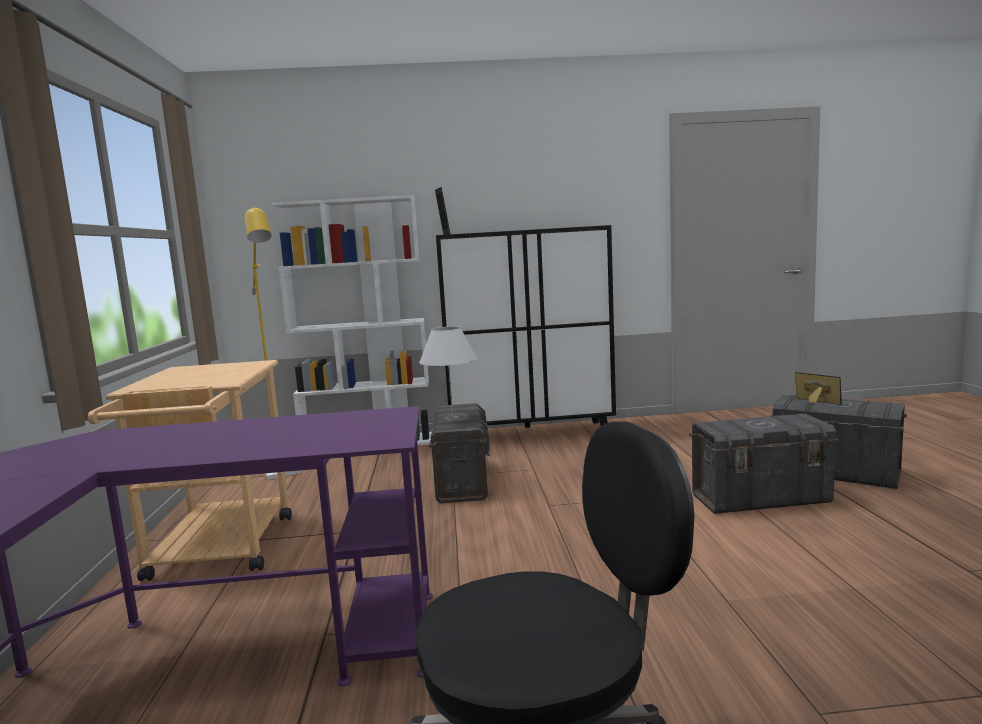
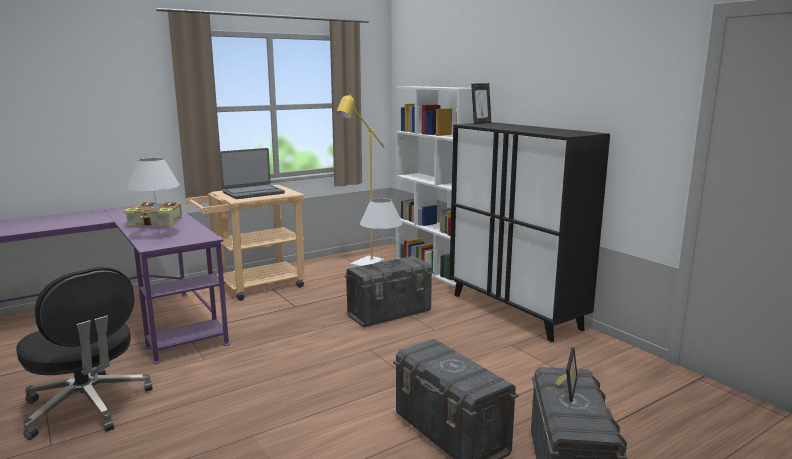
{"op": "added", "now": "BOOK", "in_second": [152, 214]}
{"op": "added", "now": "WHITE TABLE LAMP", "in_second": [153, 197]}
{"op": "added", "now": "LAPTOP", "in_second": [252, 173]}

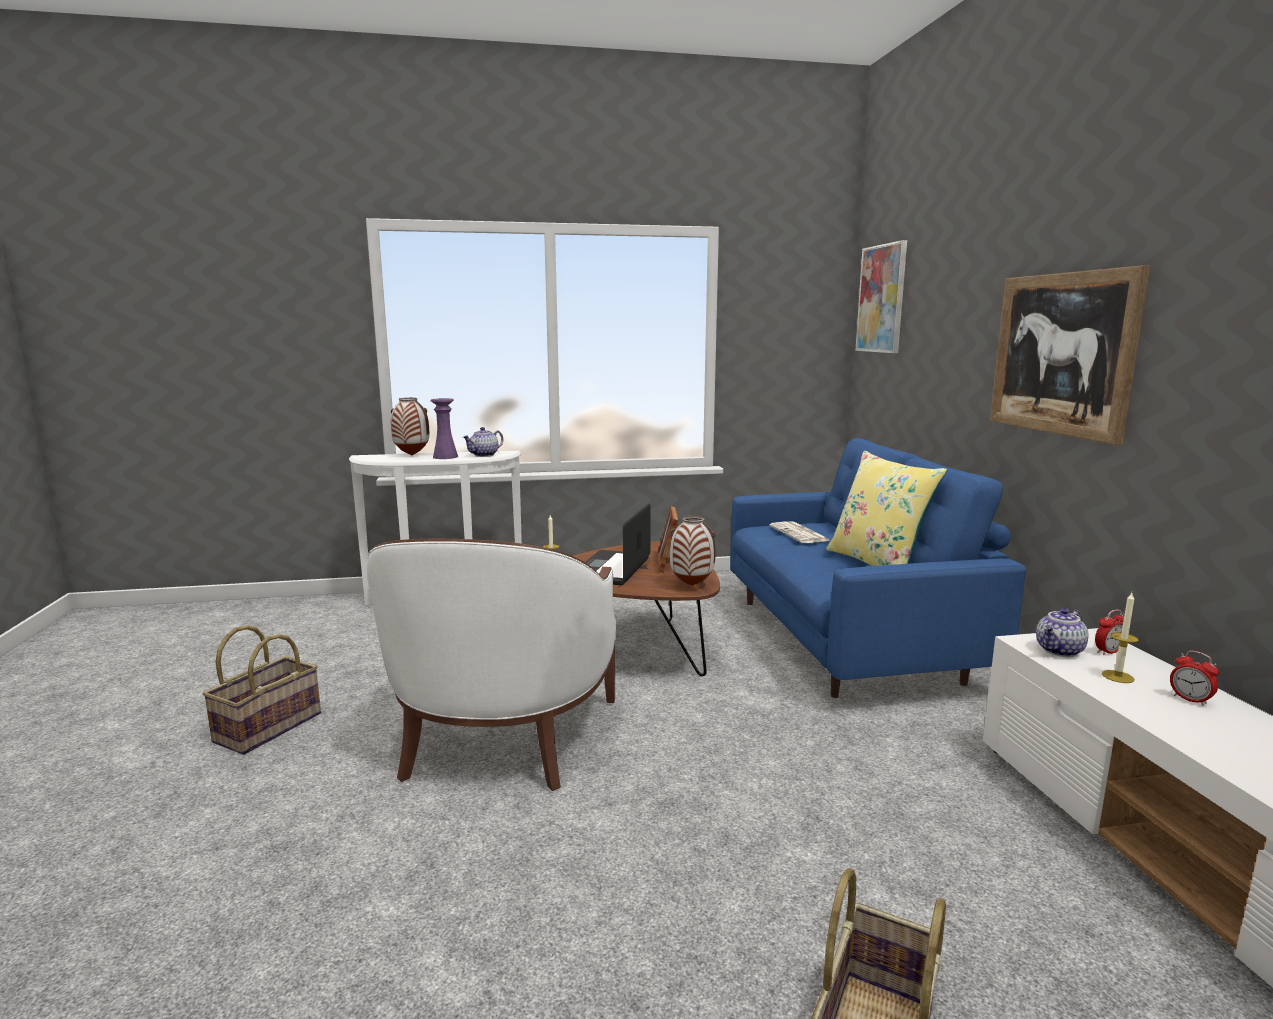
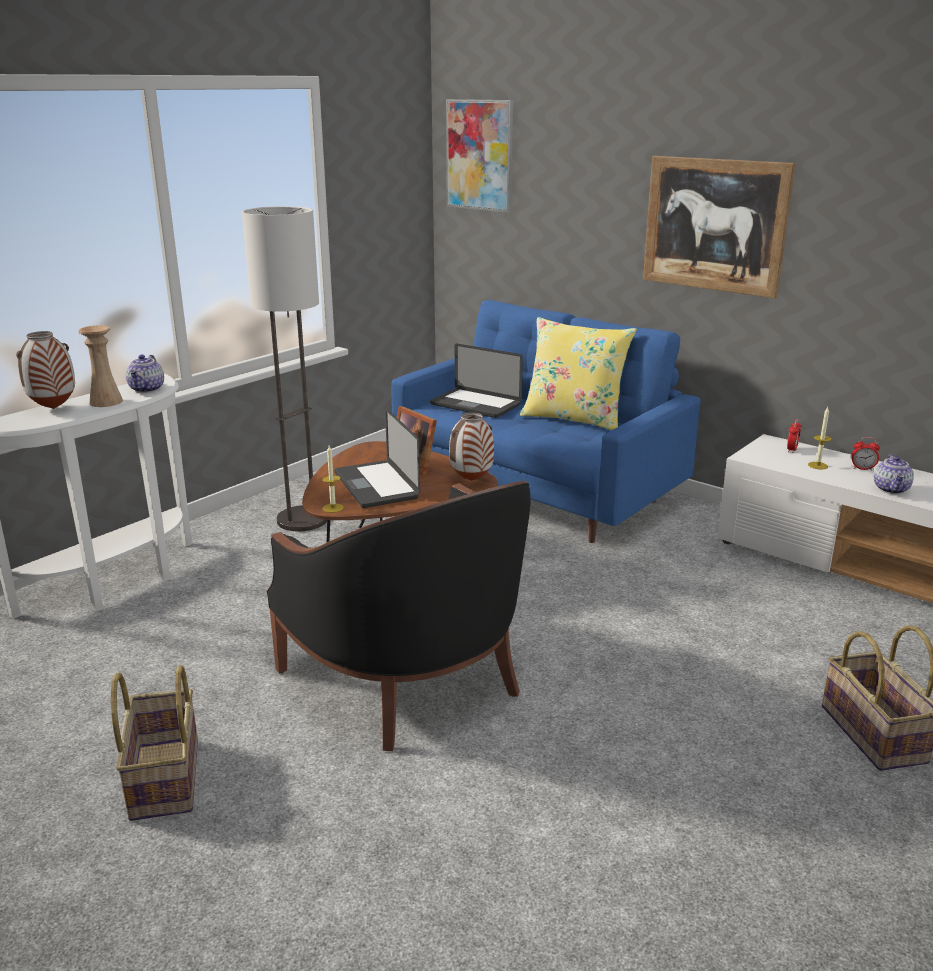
{"op": "recoloured", "was": "PURPLE VASE", "now": "BEIGE VASE", "in_first": [444, 428], "in_second": [100, 366]}
{"op": "added", "now": "FLOOR LAMP", "in_second": [284, 368]}
{"op": "recoloured", "was": "WHITE ARMCHAIR", "now": "BLACK ARMCHAIR", "in_first": [491, 665], "in_second": [398, 616]}
{"op": "replaced", "was": "NEWSPAPER", "now": "LAPTOP", "in_first": [799, 532], "in_second": [476, 381]}
{"op": "moved", "was": "TEAPOT", "in_first": [1062, 632], "in_second": [894, 474]}

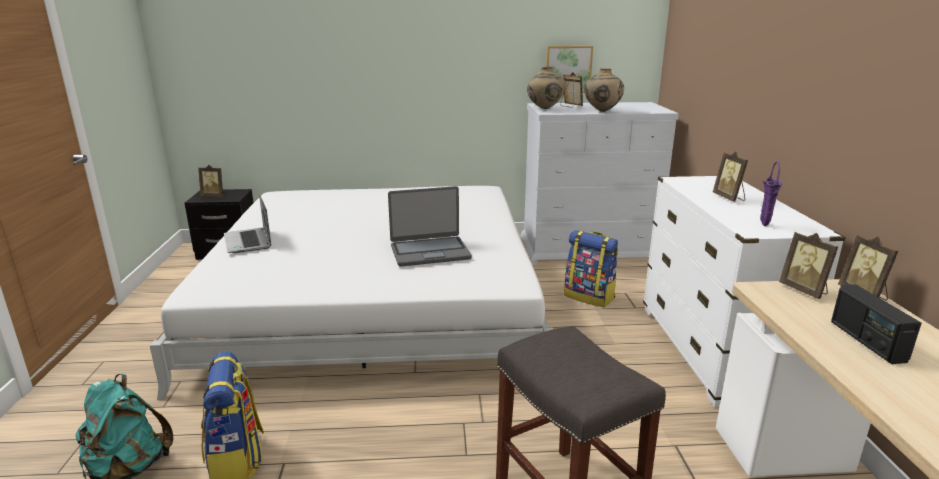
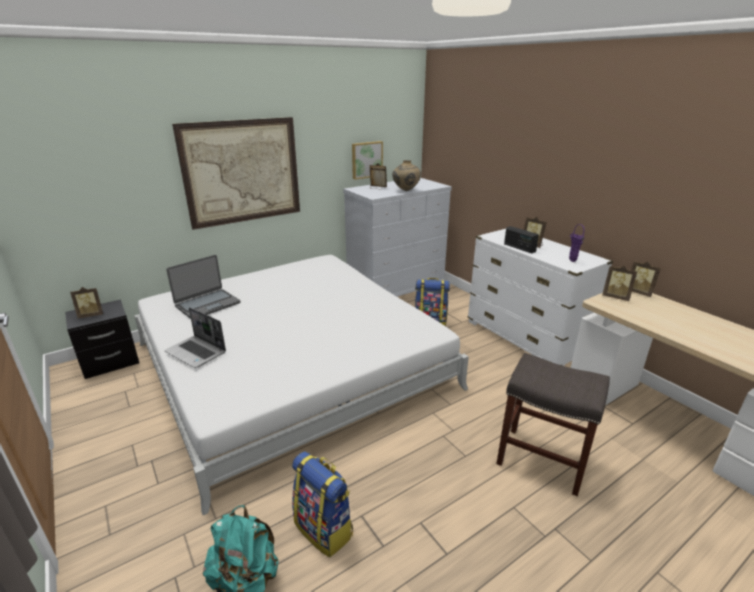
{"op": "moved", "was": "LAPTOP", "in_first": [430, 226], "in_second": [203, 287]}
{"op": "added", "now": "PICTURE", "in_second": [236, 173]}
{"op": "moved", "was": "RADIO", "in_first": [876, 324], "in_second": [521, 239]}
{"op": "removed", "was": "BEIGE VASE", "in_first": [546, 88]}

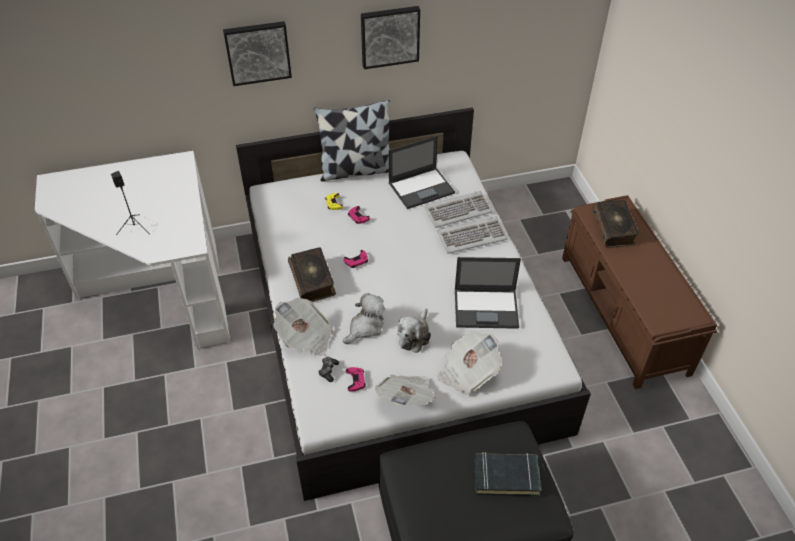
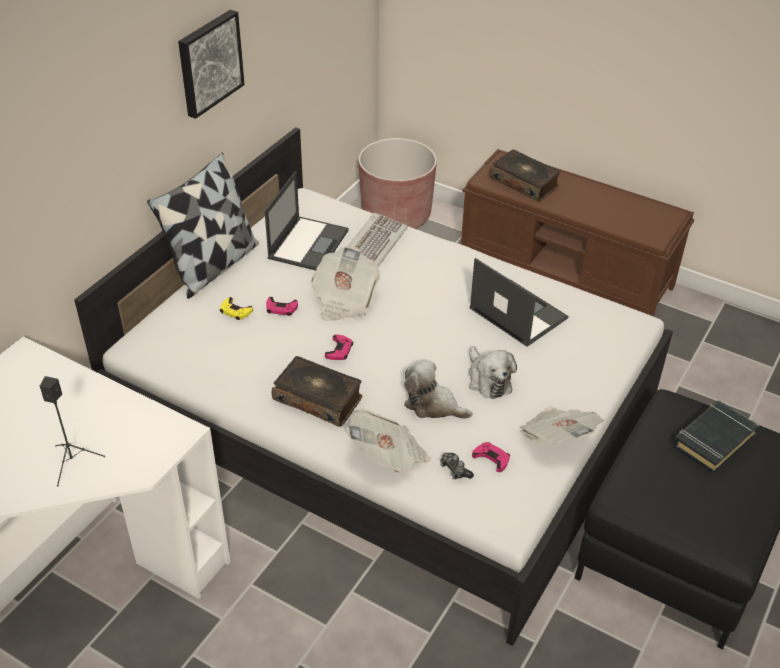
{"op": "moved", "was": "NEWSPAPER", "in_first": [470, 363], "in_second": [345, 283]}
{"op": "added", "now": "BROWN PLANTER", "in_second": [397, 183]}
{"op": "turned", "was": "PLUSH TOY", "in_first": [364, 318], "in_second": [438, 389], "clockwise": -60}
{"op": "turned", "was": "LAPTOP", "in_first": [488, 293], "in_second": [519, 302], "clockwise": -90}
{"op": "removed", "was": "PICTURE", "in_first": [257, 53]}
{"op": "removed", "was": "KEYBOARD", "in_first": [472, 235]}

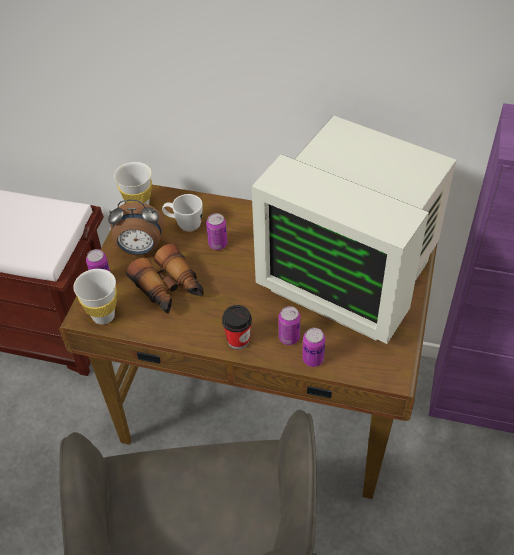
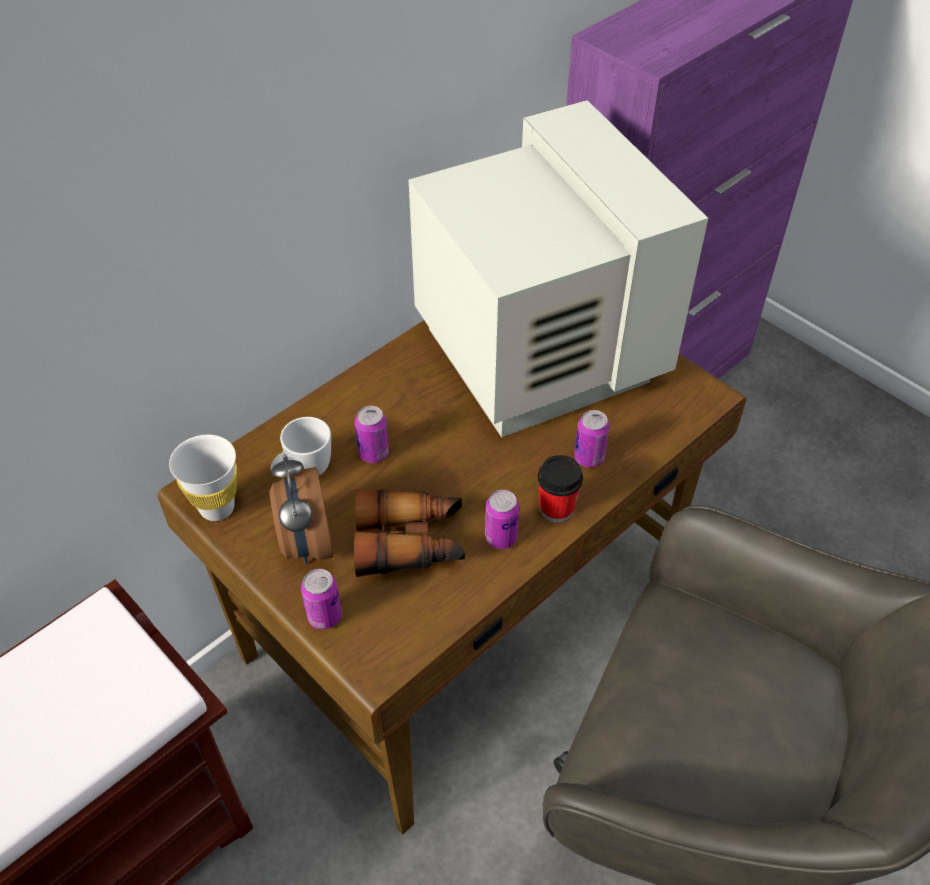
{"op": "turned", "was": "ALARM CLOCK", "in_first": [136, 227], "in_second": [301, 509], "clockwise": 135}
{"op": "turned", "was": "MONITOR", "in_first": [354, 229], "in_second": [558, 268], "clockwise": -90}
{"op": "moved", "was": "CAN", "in_first": [313, 347], "in_second": [502, 519]}
{"op": "removed", "was": "WHITE CUP", "in_first": [95, 297]}

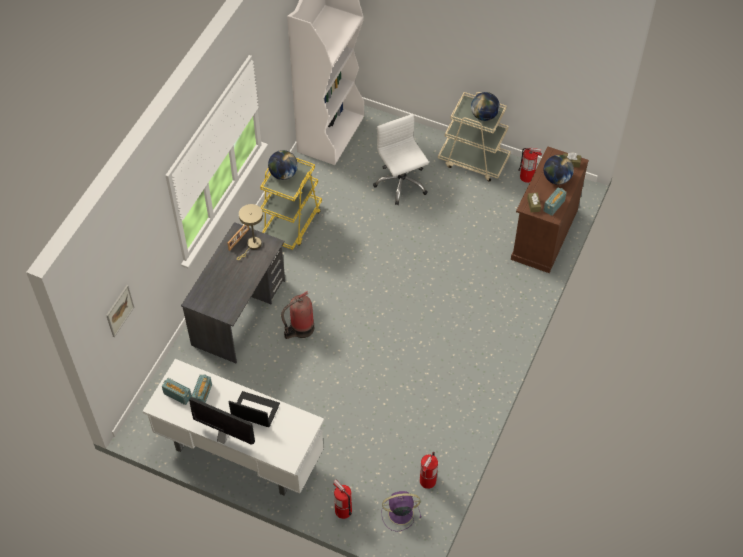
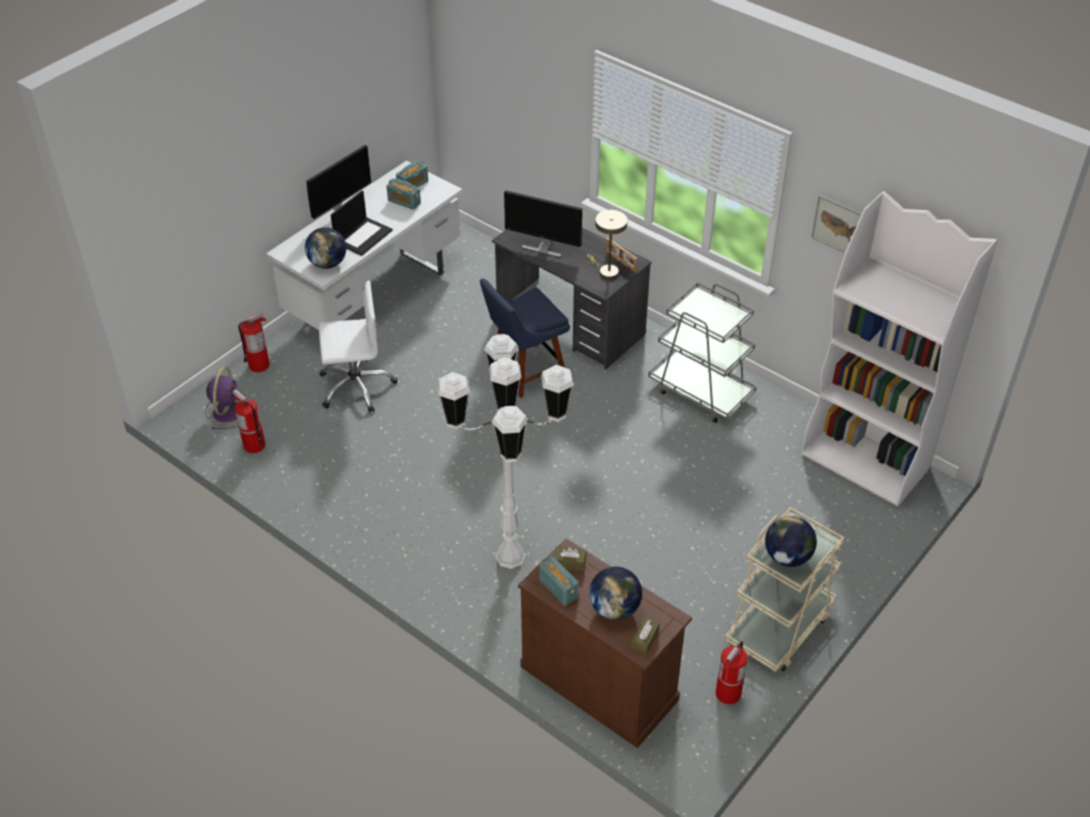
{"op": "moved", "was": "GLOBE", "in_first": [283, 165], "in_second": [325, 248]}
{"op": "moved", "was": "WHITE OFFICE CHAIR", "in_first": [401, 159], "in_second": [358, 347]}
{"op": "added", "now": "WHITE FLOOR LAMP", "in_second": [505, 451]}
{"op": "replaced", "was": "FIRE EXTINGUISHER", "now": "BLUE CHAIR", "in_first": [297, 315], "in_second": [525, 338]}
{"op": "added", "now": "MONITOR", "in_second": [543, 224]}
{"op": "recoloured", "was": "YELLOW CART", "now": "GREY CART", "in_first": [291, 204], "in_second": [702, 352]}
{"op": "moved", "was": "PICTURE", "in_first": [120, 311], "in_second": [836, 224]}

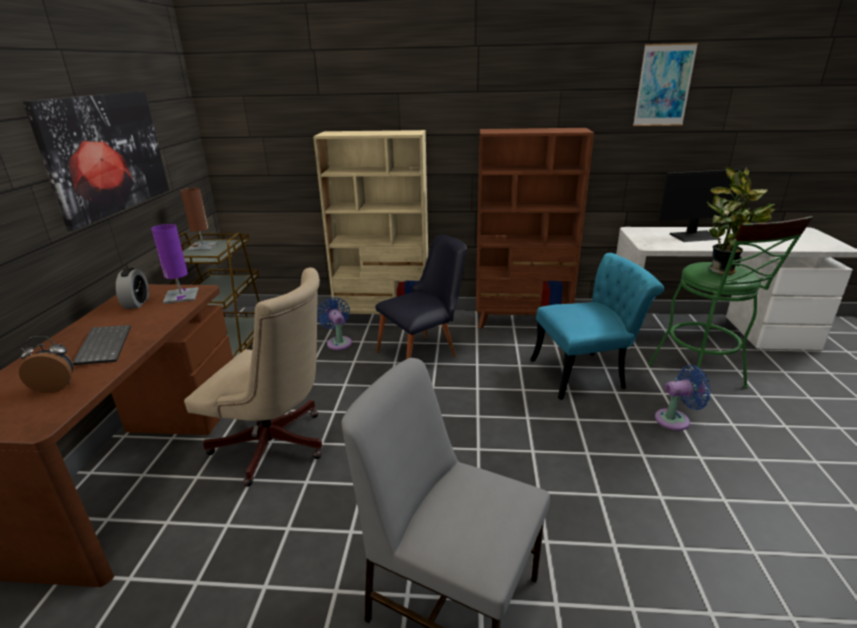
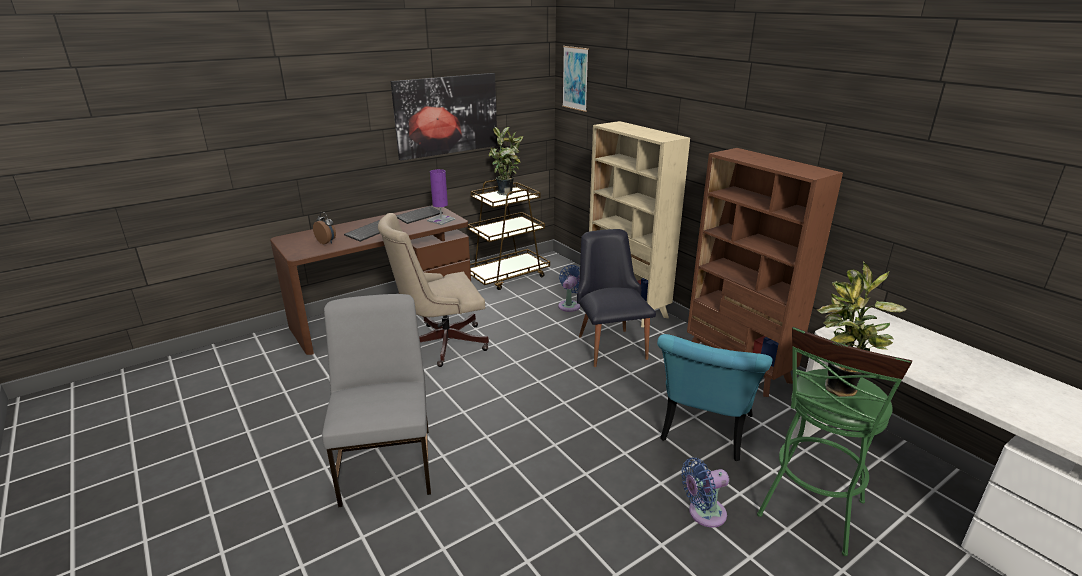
{"op": "turned", "was": "BEIGE OFFICE CHAIR", "in_first": [253, 377], "in_second": [433, 290], "clockwise": 90}
{"op": "replaced", "was": "ALARM CLOCK", "now": "KEYBOARD", "in_first": [132, 288], "in_second": [419, 215]}
{"op": "replaced", "was": "BROWN TABLE LAMP", "now": "POTTED PLANT", "in_first": [199, 219], "in_second": [506, 160]}
{"op": "moved", "was": "PICTURE", "in_first": [665, 84], "in_second": [575, 79]}
{"op": "turned", "was": "BLACK CHAIR", "in_first": [421, 296], "in_second": [616, 298], "clockwise": -120}
{"op": "turned", "was": "TURQUOISE CHAIR", "in_first": [597, 326], "in_second": [714, 397], "clockwise": 75}
{"op": "turned", "was": "BLUE FAN", "in_first": [683, 398], "in_second": [705, 492], "clockwise": 120}
{"op": "removed", "was": "MONITOR", "in_first": [700, 205]}

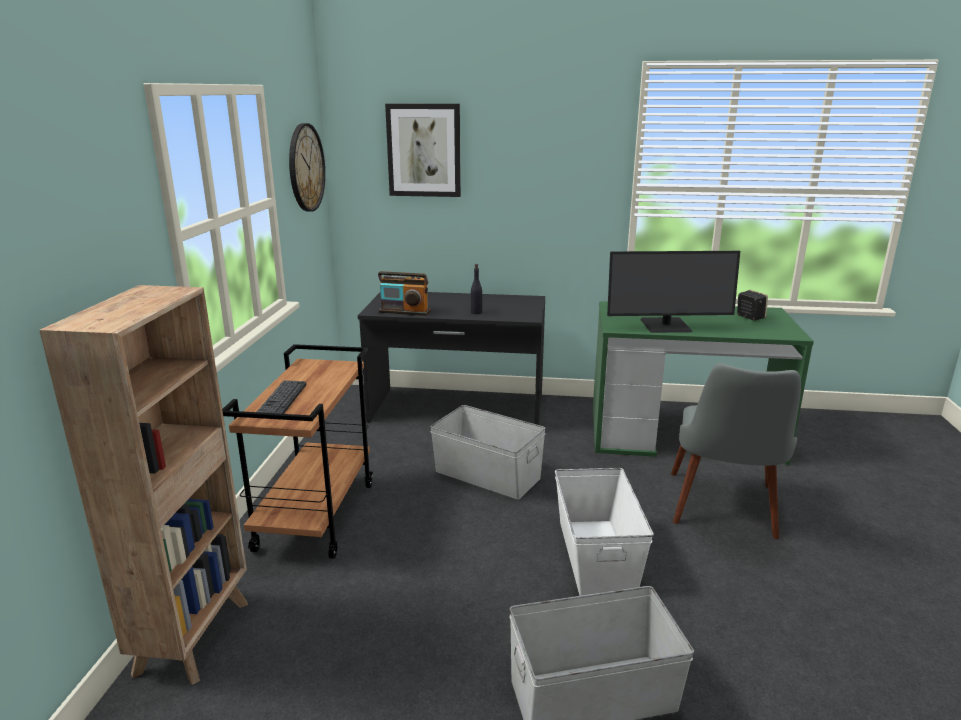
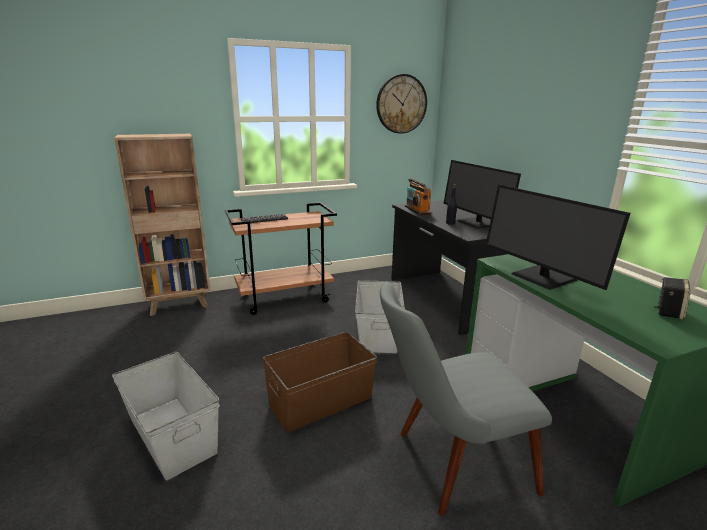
{"op": "recoloured", "was": "WHITE STORAGE BOX", "now": "BROWN STORAGE BOX", "in_first": [604, 532], "in_second": [320, 382]}
{"op": "added", "now": "MONITOR", "in_second": [482, 194]}
{"op": "removed", "was": "PICTURE", "in_first": [423, 150]}

